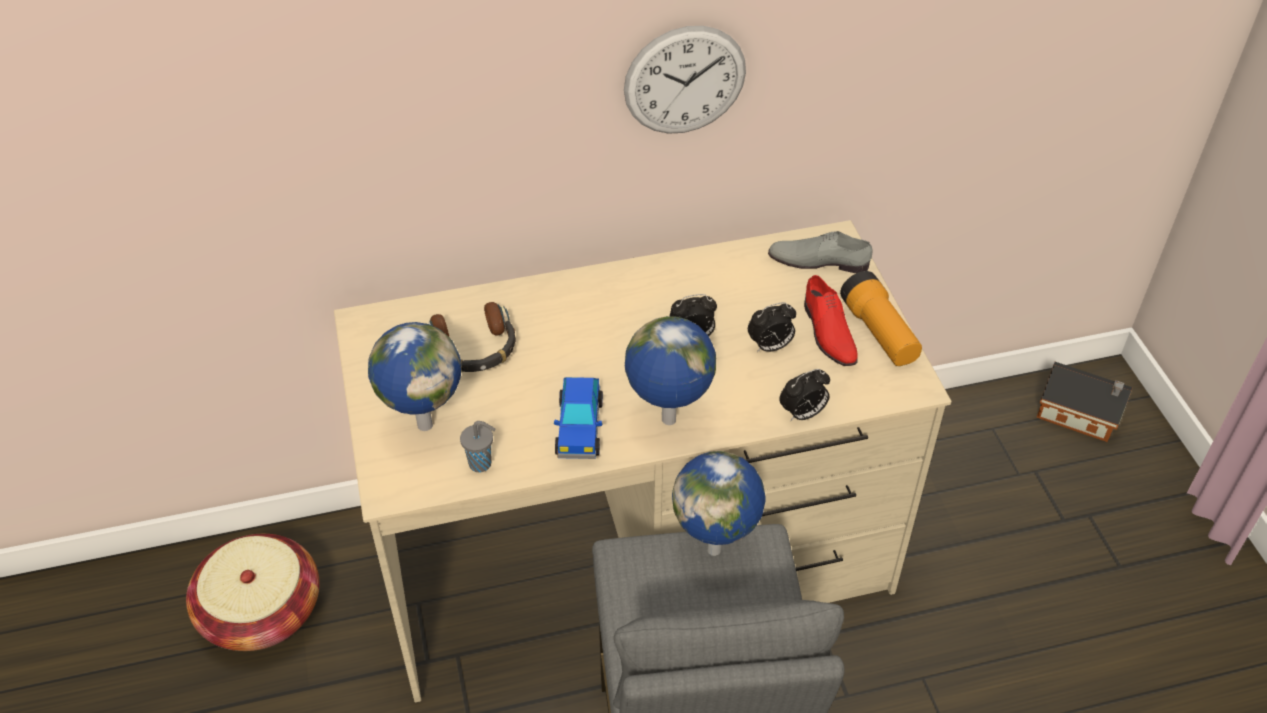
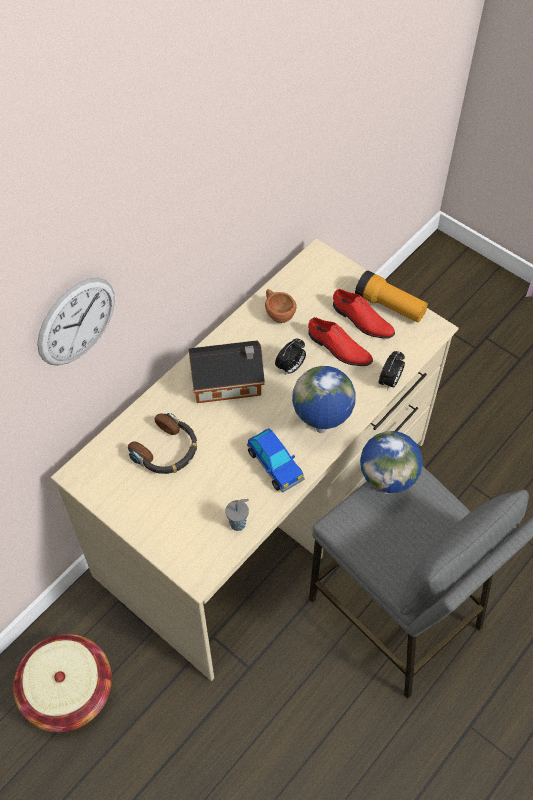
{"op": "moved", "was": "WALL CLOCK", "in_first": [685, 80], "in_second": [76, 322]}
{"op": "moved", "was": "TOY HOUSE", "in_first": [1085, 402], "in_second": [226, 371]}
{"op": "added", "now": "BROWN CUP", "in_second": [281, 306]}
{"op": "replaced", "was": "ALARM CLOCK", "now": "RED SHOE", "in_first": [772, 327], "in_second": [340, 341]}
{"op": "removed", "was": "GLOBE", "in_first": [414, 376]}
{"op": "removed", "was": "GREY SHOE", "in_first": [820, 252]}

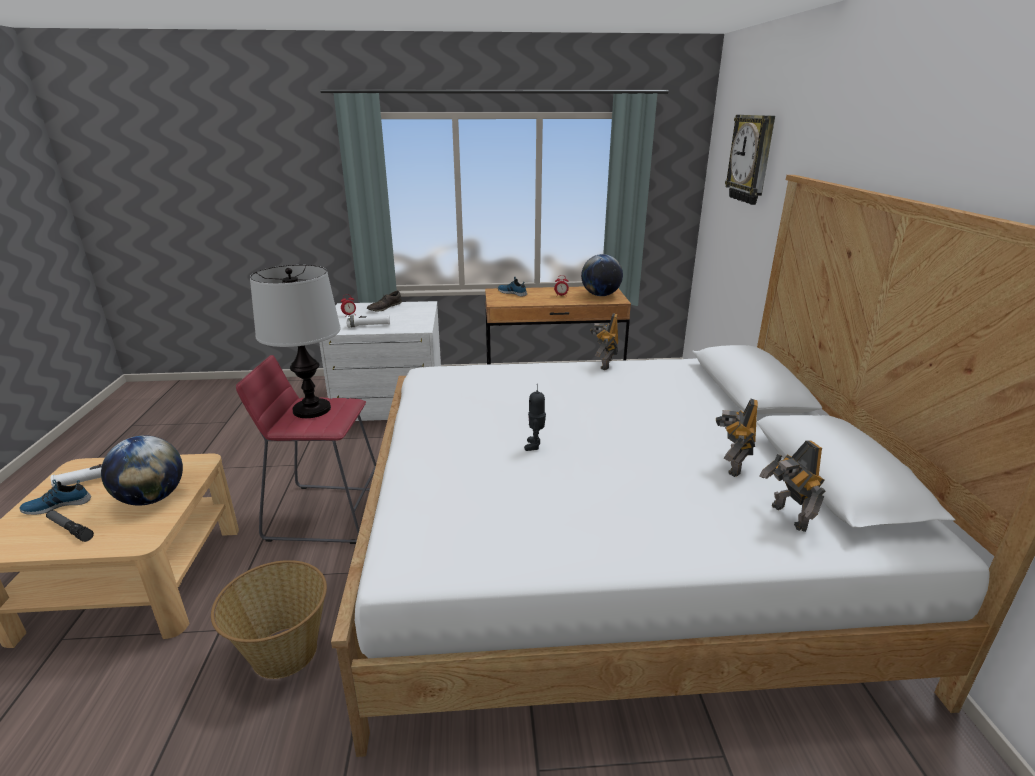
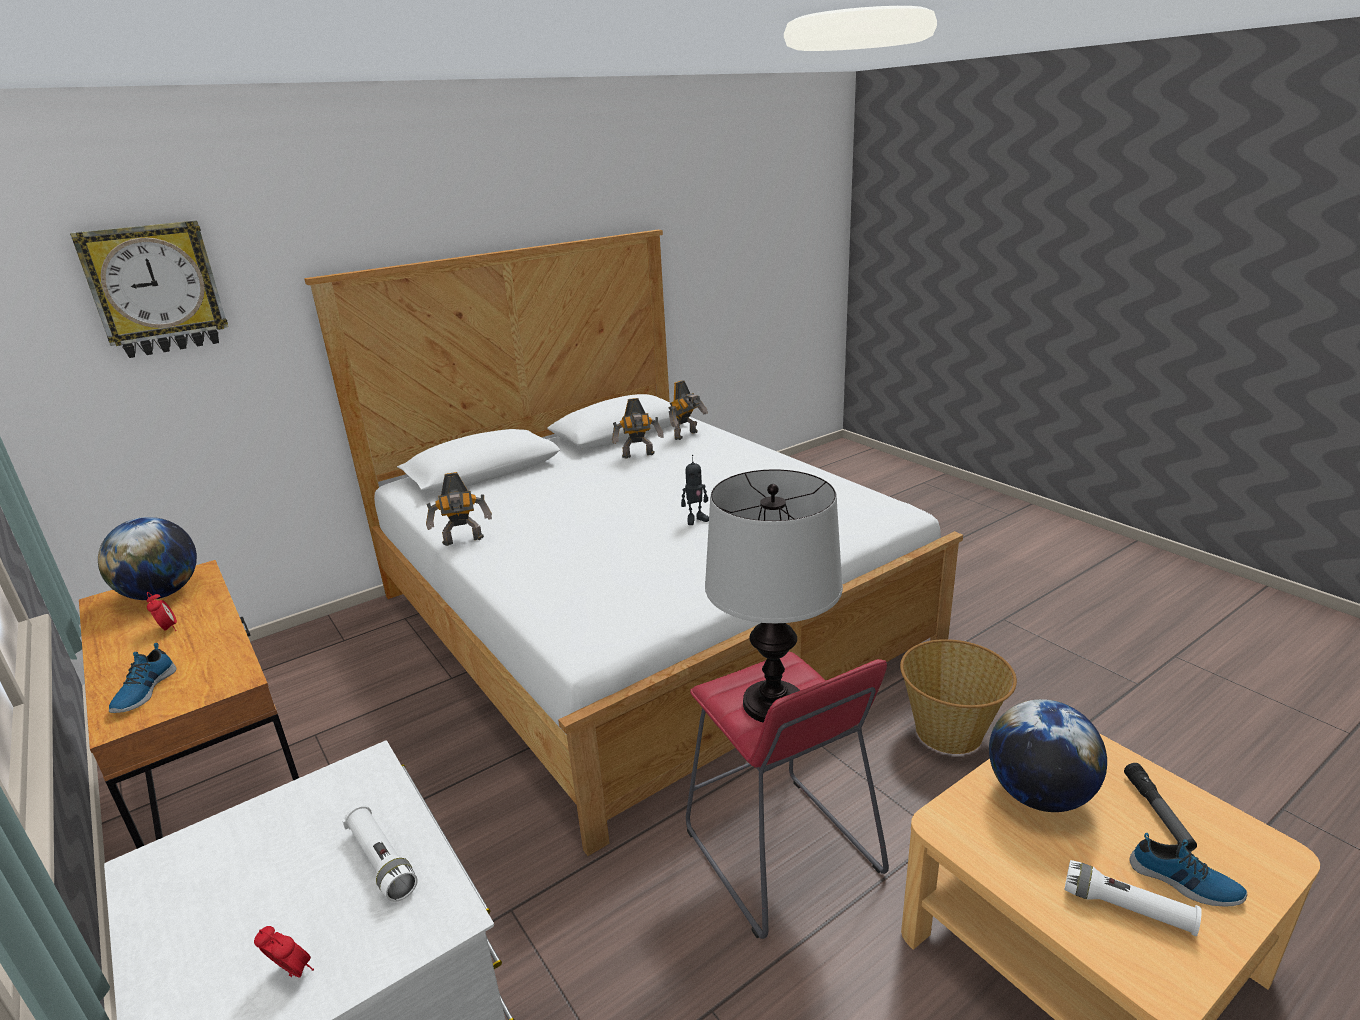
{"op": "removed", "was": "BROWN SHOE", "in_first": [384, 301]}

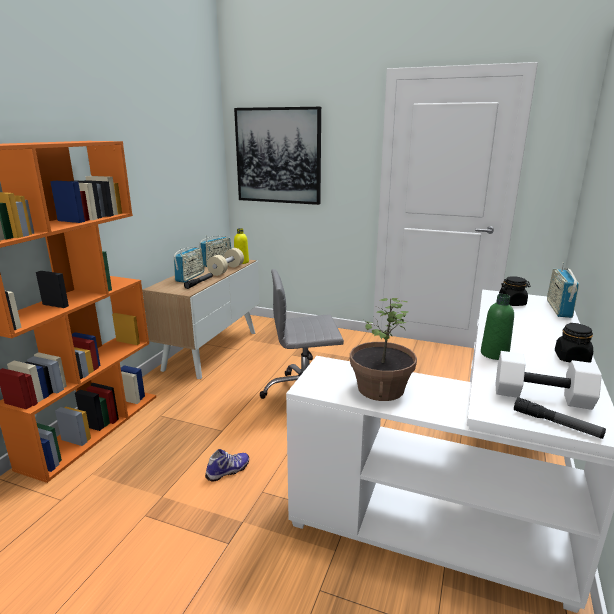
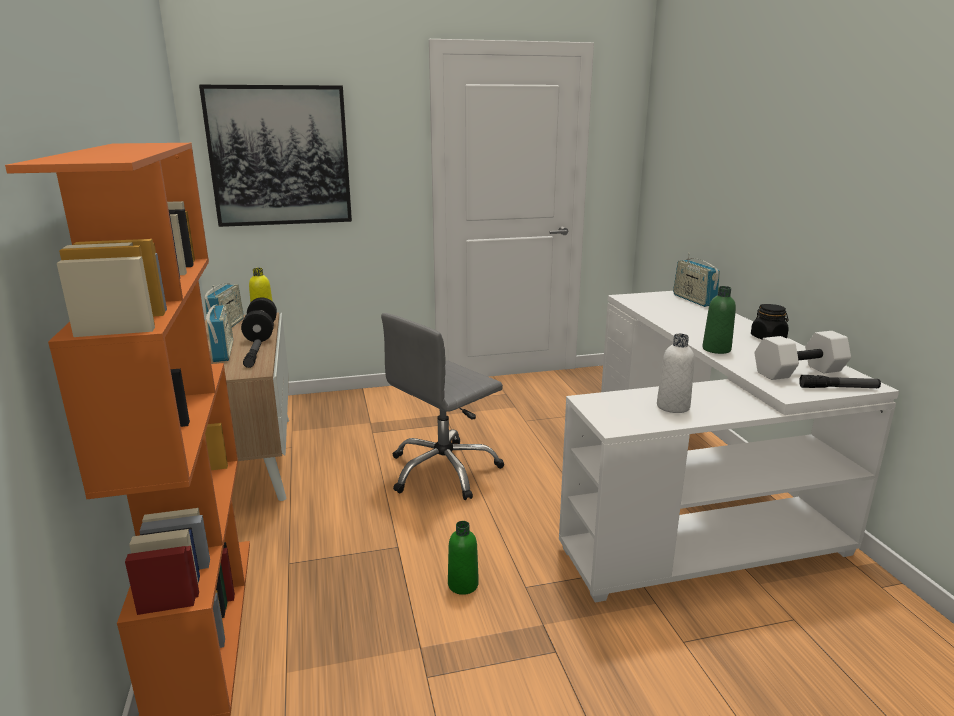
{"op": "recoloured", "was": "BEIGE DUMBBELL", "now": "BLACK DUMBBELL", "in_first": [225, 262], "in_second": [259, 319]}
{"op": "replaced", "was": "SHOE", "now": "GREEN BOTTLE", "in_first": [227, 465], "in_second": [463, 558]}
{"op": "replaced", "was": "POTTED PLANT", "now": "WHITE BOTTLE", "in_first": [383, 349], "in_second": [675, 373]}
{"op": "removed", "was": "BLACK JAR", "in_first": [514, 291]}

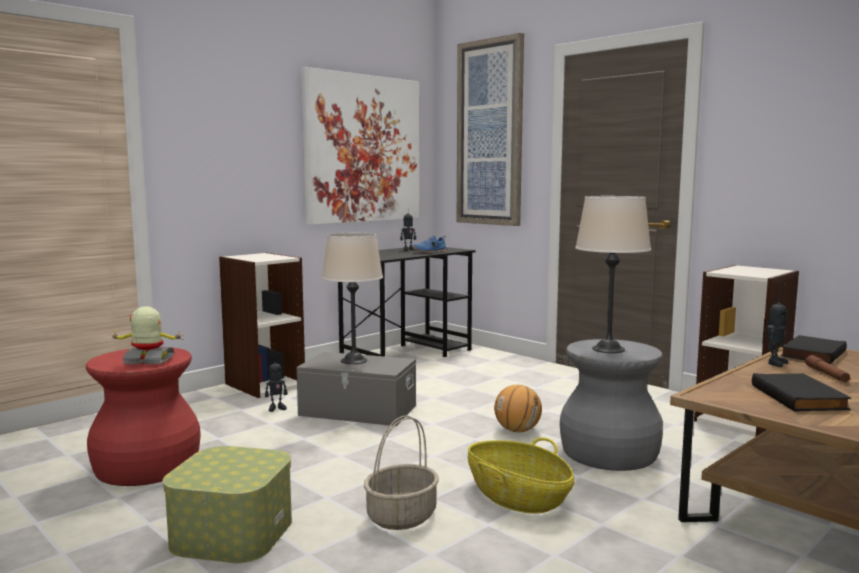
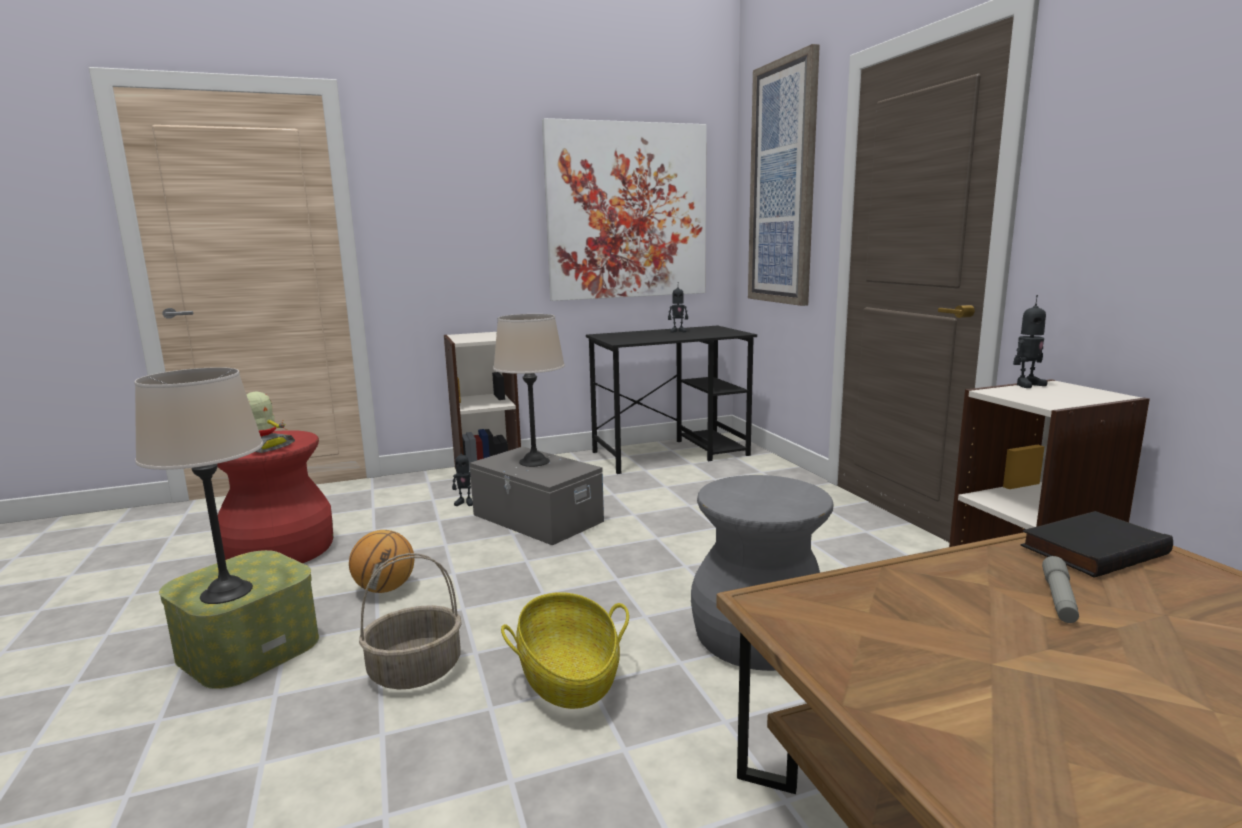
{"op": "moved", "was": "BEIGE TABLE LAMP", "in_first": [613, 274], "in_second": [199, 485]}
{"op": "moved", "was": "BASKETBALL", "in_first": [518, 408], "in_second": [381, 561]}
{"op": "moved", "was": "TOY ROBOT", "in_first": [777, 331], "in_second": [1030, 341]}
{"op": "recoloured", "was": "BROWN FLASHLIGHT", "now": "GREY FLASHLIGHT", "in_first": [827, 368], "in_second": [1060, 589]}
{"op": "removed", "was": "BLUE SHOE", "in_first": [429, 244]}
{"op": "removed", "was": "BLACK BOOK", "in_first": [801, 392]}

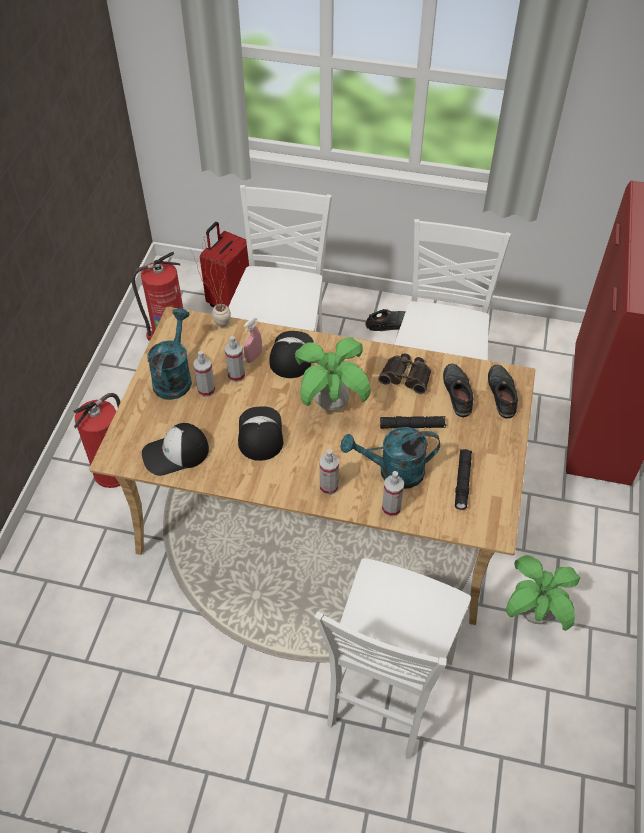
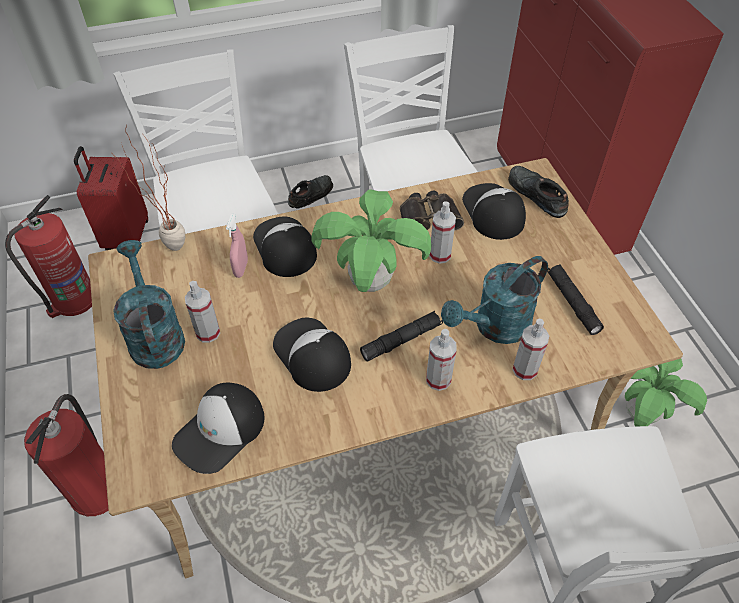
{"op": "moved", "was": "BLACK FLASHLIGHT", "in_first": [413, 422], "in_second": [401, 336]}
{"op": "moved", "was": "SPRAY BOTTLE", "in_first": [235, 359], "in_second": [442, 232]}
{"op": "replaced", "was": "BLACK SHOE", "now": "CAP", "in_first": [458, 390], "in_second": [494, 211]}

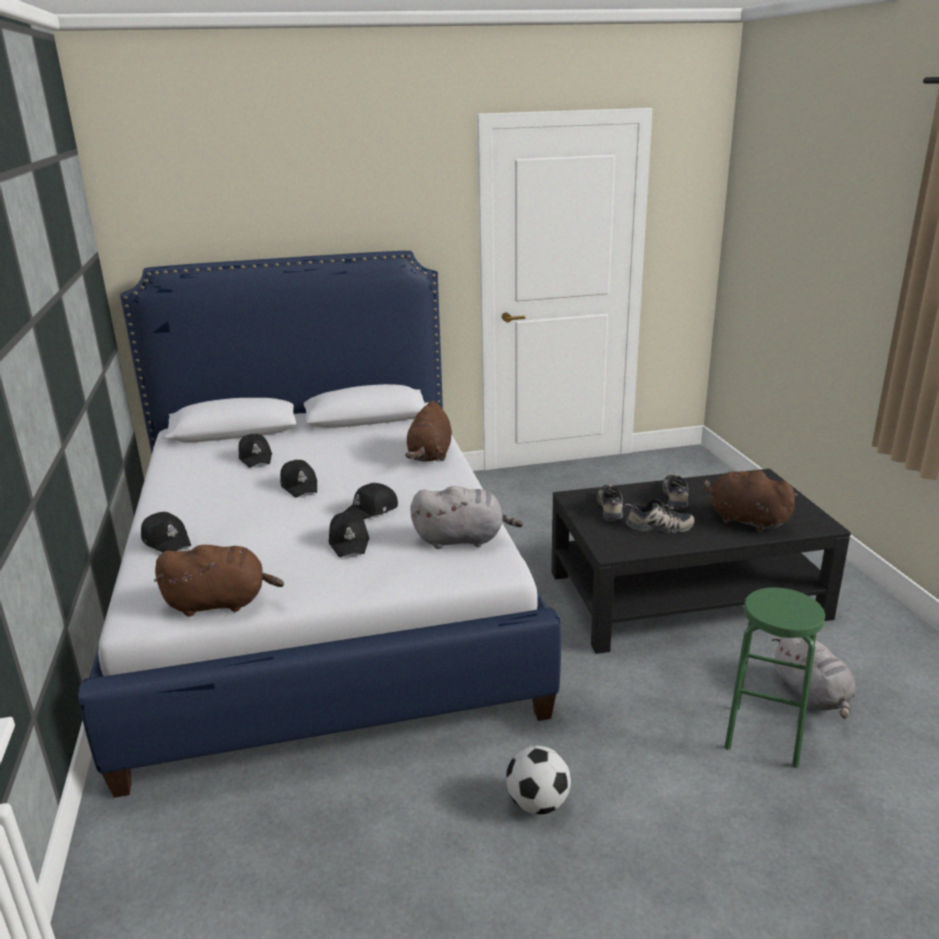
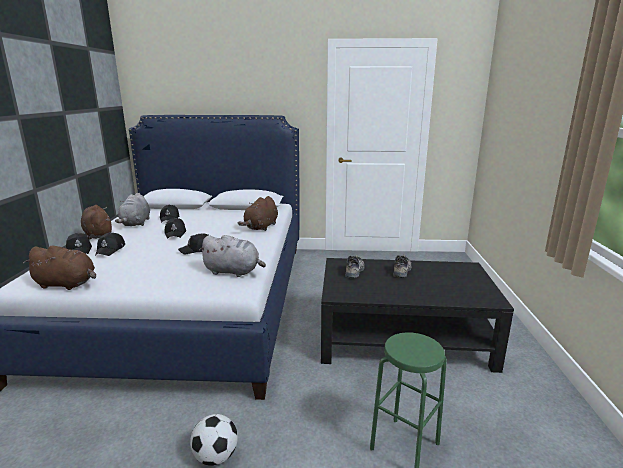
{"op": "moved", "was": "BROWN PLUSH TOY", "in_first": [750, 501], "in_second": [96, 222]}
{"op": "moved", "was": "BLACK CAP", "in_first": [349, 534], "in_second": [110, 244]}
{"op": "moved", "was": "GREY PLUSH TOY", "in_first": [813, 677], "in_second": [132, 209]}
{"op": "removed", "was": "SHOE", "in_first": [660, 516]}

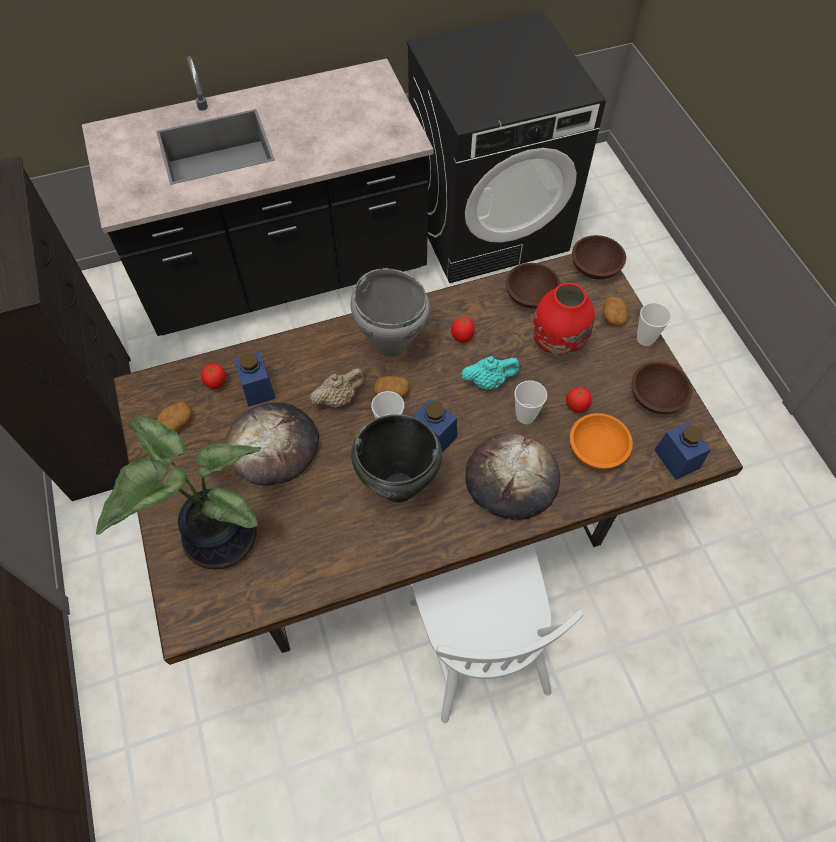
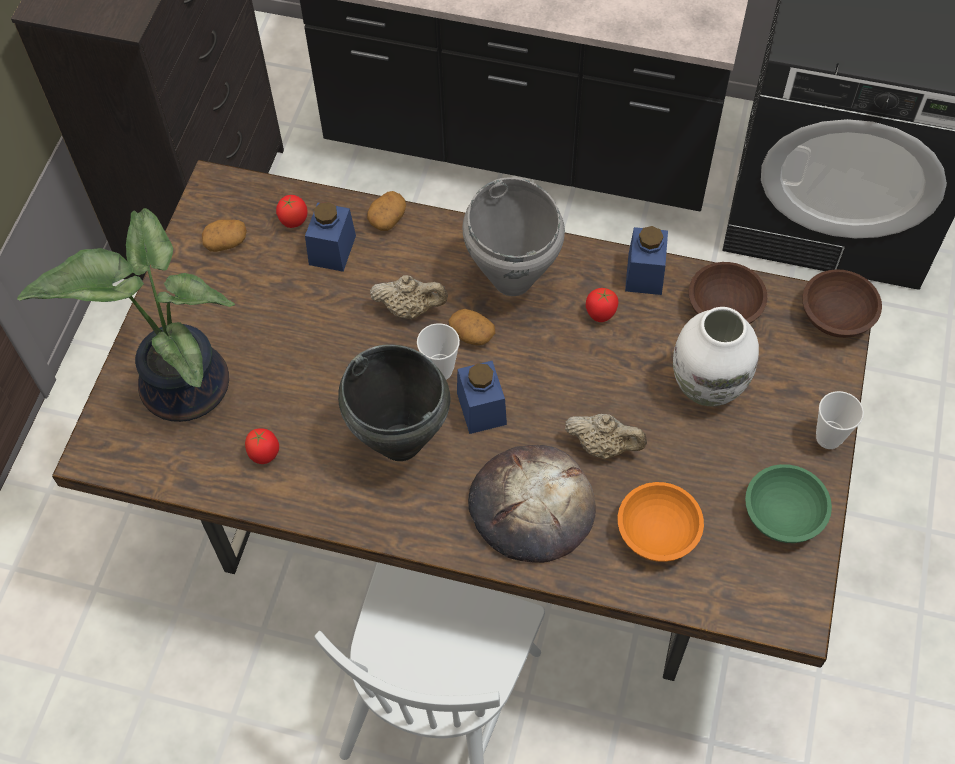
{"op": "moved", "was": "TOMATO", "in_first": [579, 400], "in_second": [262, 446]}
{"op": "moved", "was": "POTATO", "in_first": [615, 311], "in_second": [386, 211]}
{"op": "replaced", "was": "CUP", "now": "BEIGE TEAPOT", "in_first": [530, 402], "in_second": [606, 436]}
{"op": "moved", "was": "BLUE JAR", "in_first": [682, 451], "in_second": [646, 260]}
{"op": "recoloured", "was": "RED VASE", "now": "WHITE VASE", "in_first": [564, 321], "in_second": [716, 356]}
{"op": "recoloured", "was": "BROWN BOWL", "now": "GREEN BOWL", "in_first": [662, 388], "in_second": [788, 503]}
{"op": "removed", "was": "BREAD", "in_first": [272, 444]}
{"op": "removed", "was": "TURQUOISE TEAPOT", "in_first": [491, 372]}

